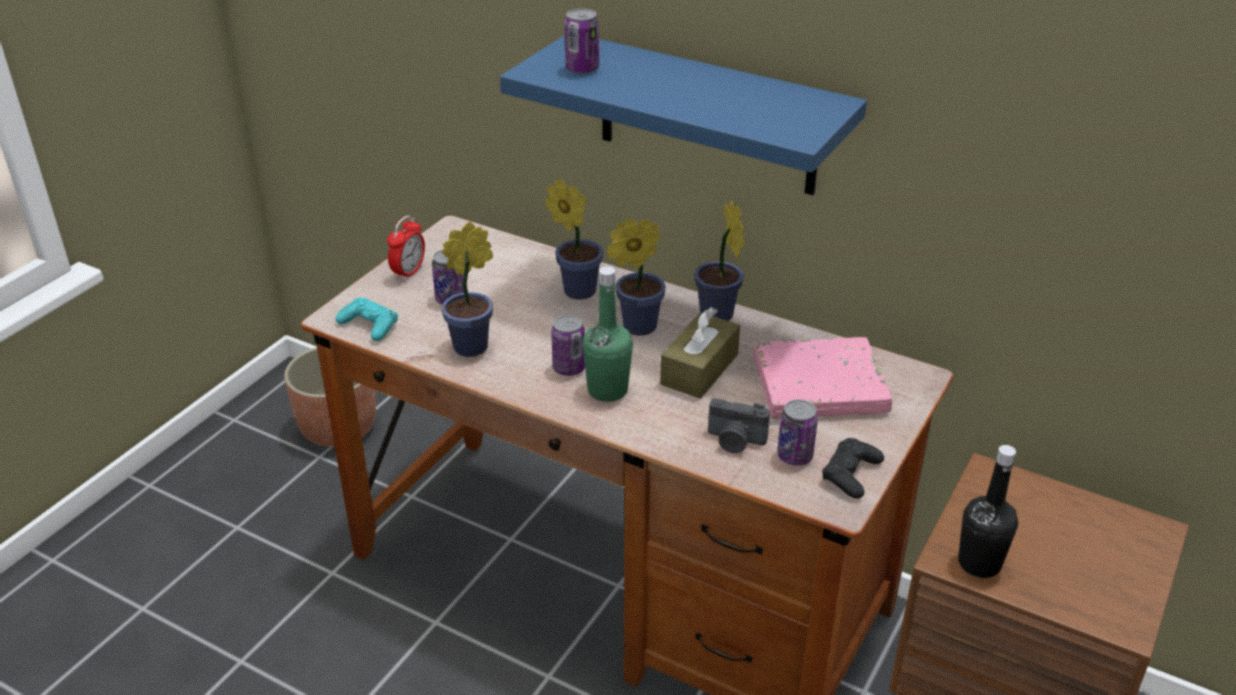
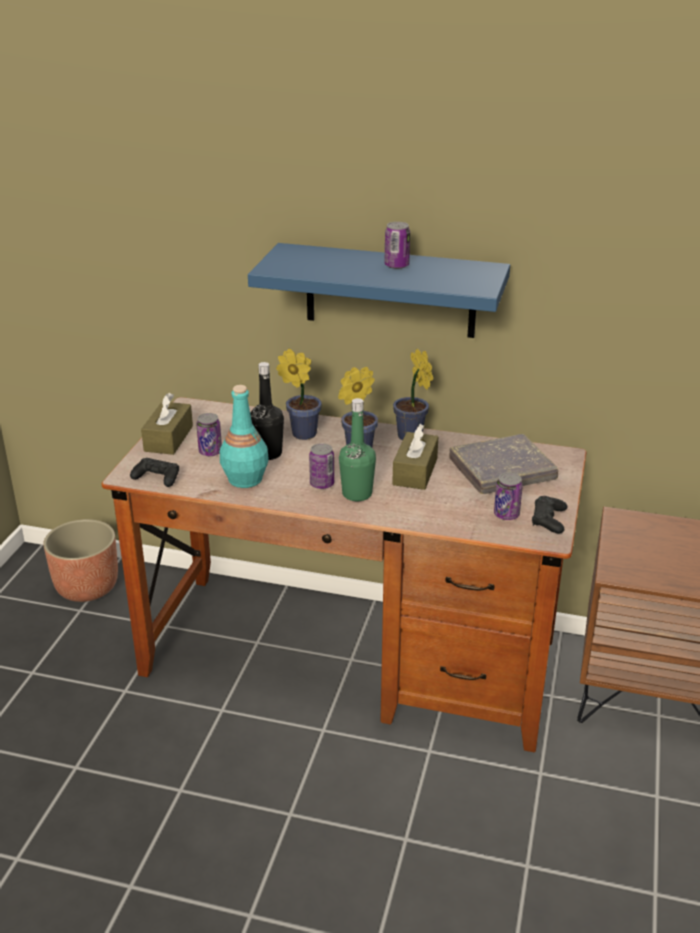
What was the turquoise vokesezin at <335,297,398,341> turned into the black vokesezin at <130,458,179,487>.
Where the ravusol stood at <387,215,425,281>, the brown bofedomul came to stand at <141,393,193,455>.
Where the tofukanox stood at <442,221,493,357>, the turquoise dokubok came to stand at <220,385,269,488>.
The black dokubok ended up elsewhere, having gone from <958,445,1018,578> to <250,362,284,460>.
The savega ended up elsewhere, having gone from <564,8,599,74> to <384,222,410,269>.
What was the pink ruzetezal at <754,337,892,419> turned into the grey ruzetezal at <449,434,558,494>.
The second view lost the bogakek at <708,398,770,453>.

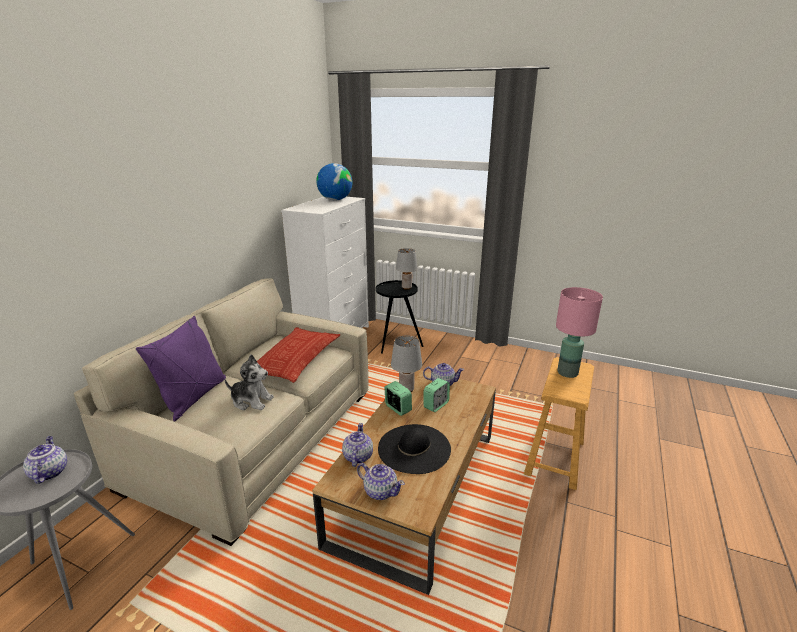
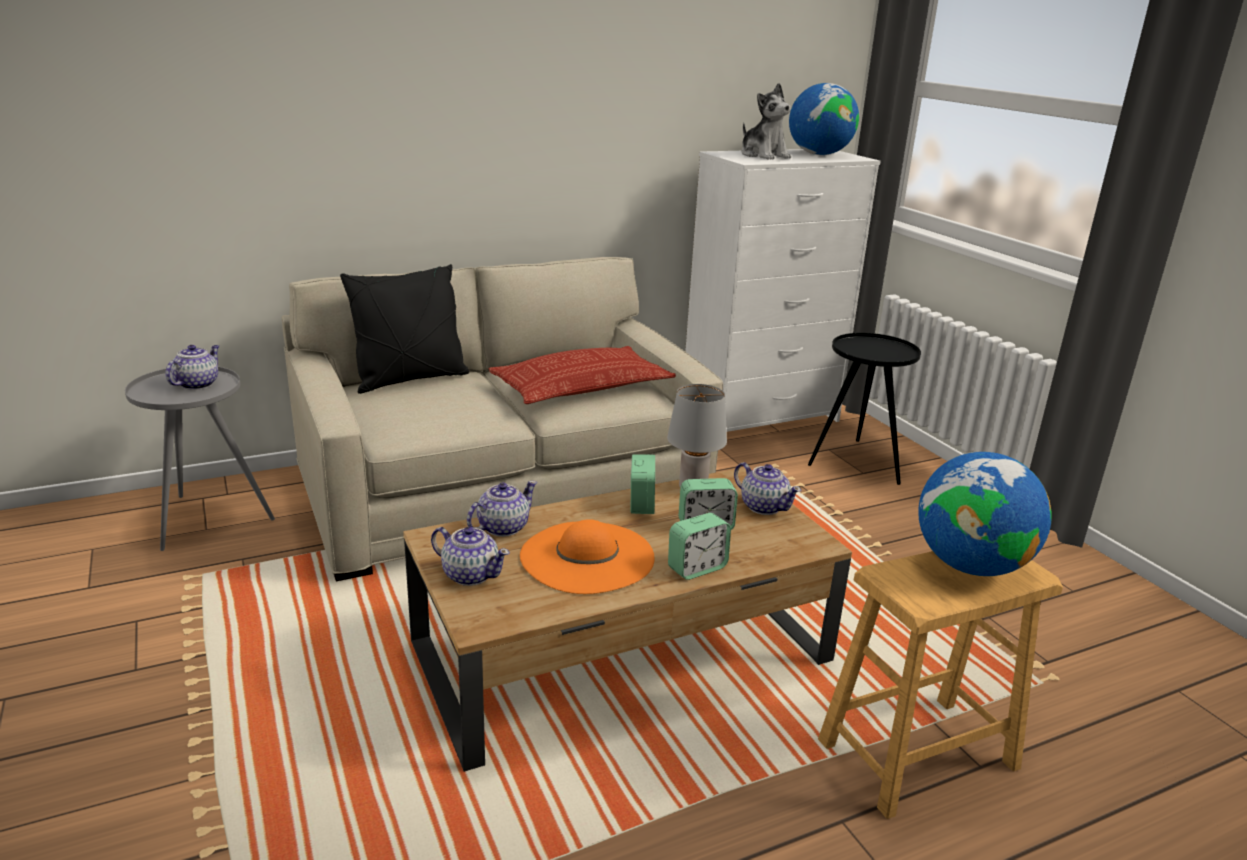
What was the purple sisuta at <136,316,226,422> turned into the black sisuta at <340,264,469,394>.
The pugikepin at <357,463,405,500> ended up facing another way, 45 degrees counterclockwise from before.
What was the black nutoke at <378,424,451,474> turned into the orange nutoke at <520,519,655,594>.
The second view gained the ravusol at <668,513,731,580>.
The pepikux ended up elsewhere, having gone from <225,354,274,410> to <742,83,791,160>.
Where the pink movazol stood at <556,287,603,378>, the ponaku came to stand at <918,452,1052,576>.
The second view lost the grey movazol at <396,248,418,290>.

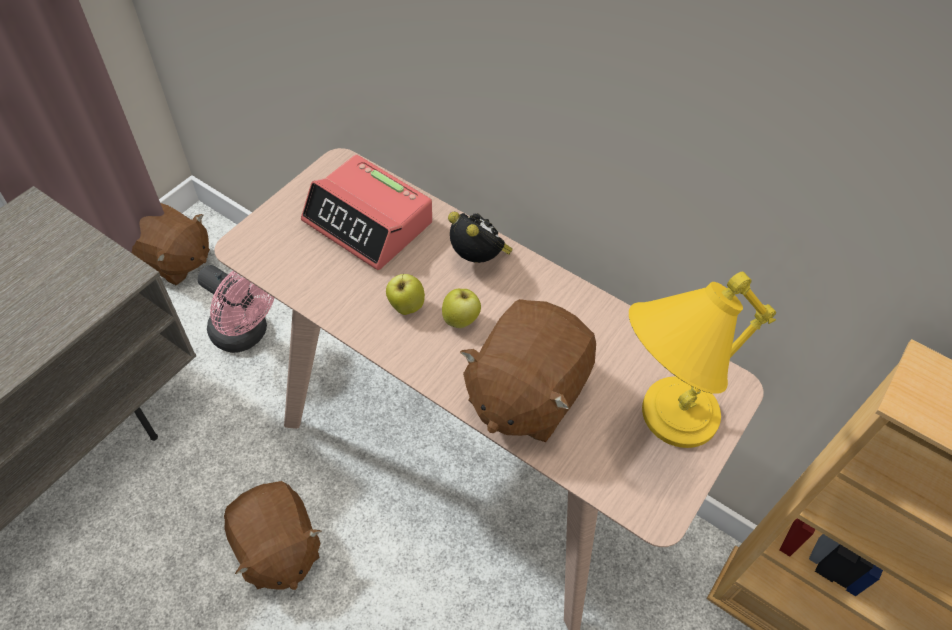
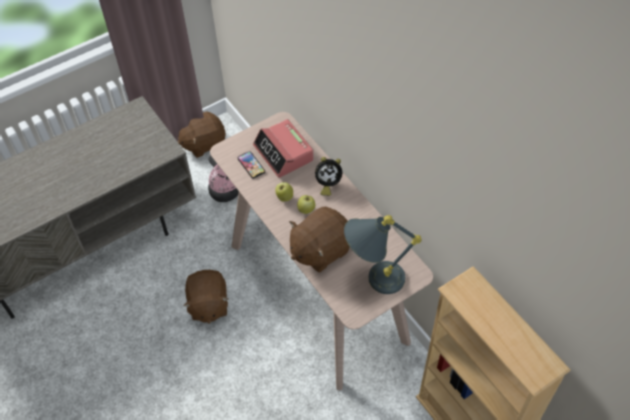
The brown pepikux at <132,203,210,285> ended up facing another way, 105 degrees clockwise from before.
The second view gained the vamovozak at <238,151,265,179>.
The ravusol at <448,212,513,263> ended up facing another way, 105 degrees clockwise from before.
What was the yellow movazol at <629,272,776,448> turned into the grey movazol at <344,215,422,294>.

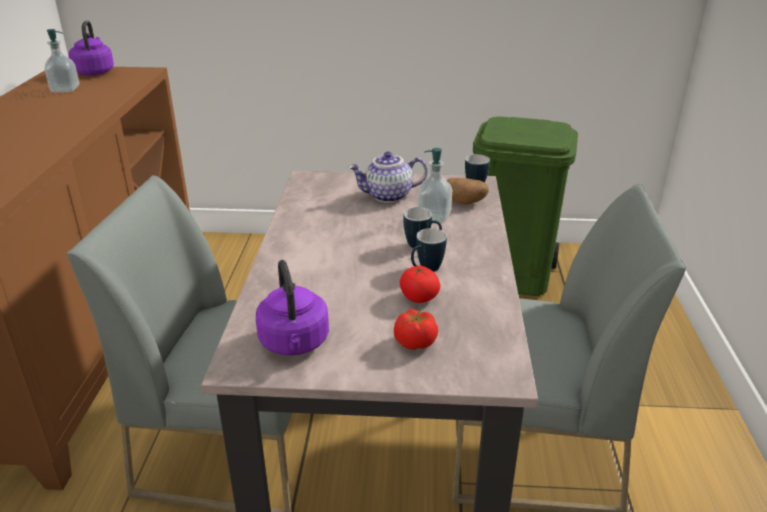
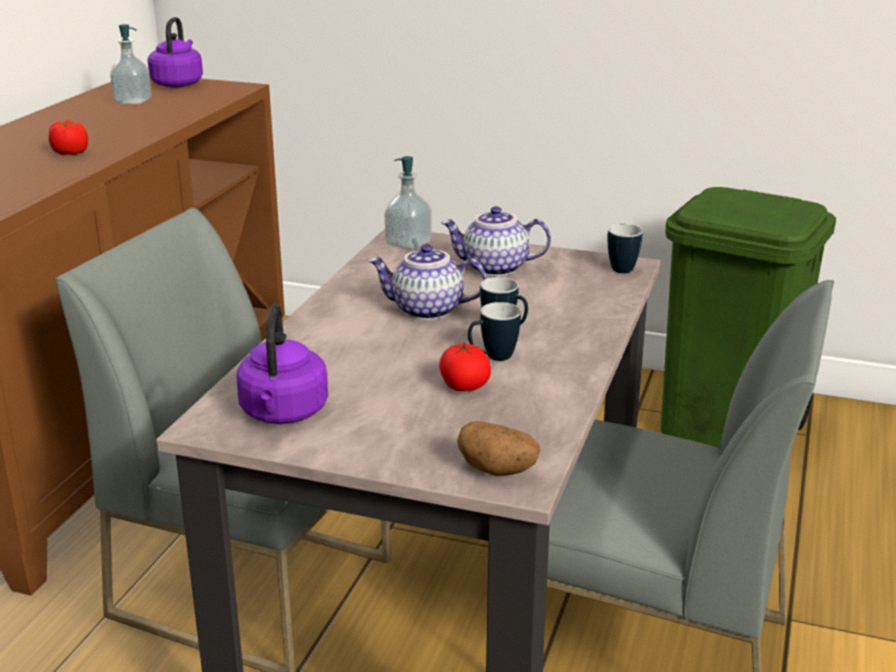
The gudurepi ended up elsewhere, having gone from <394,309,438,350> to <49,120,88,155>.
The second view gained the pugikepin at <368,244,487,320>.
The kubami ended up elsewhere, having gone from <417,148,452,223> to <385,156,432,250>.
The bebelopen ended up elsewhere, having gone from <447,178,489,205> to <457,421,541,476>.

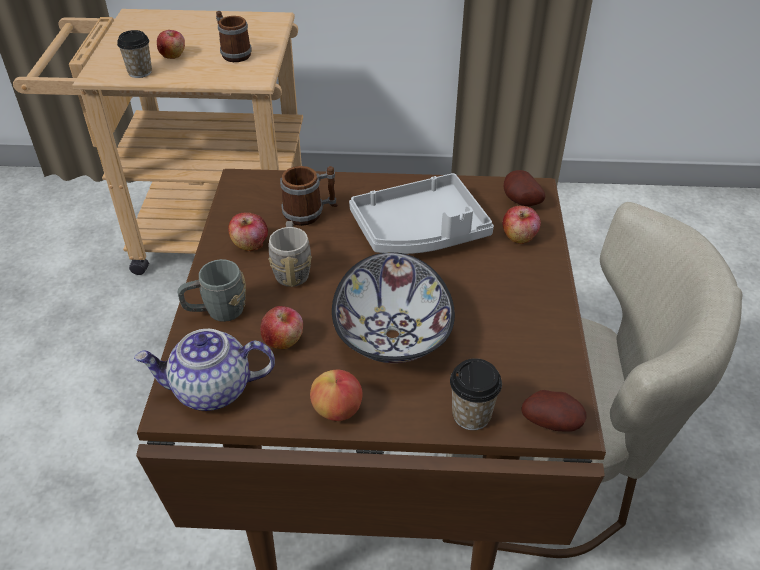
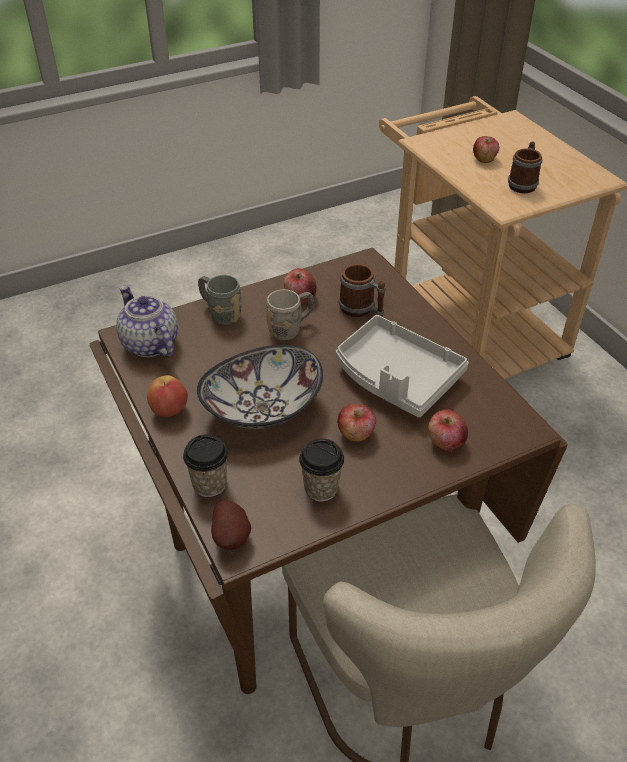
The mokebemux ended up elsewhere, having gone from <117,30,152,78> to <299,439,344,501>.
The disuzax ended up elsewhere, having gone from <260,306,303,349> to <337,403,376,442>.
The second view lost the bebelopen at <504,170,545,206>.

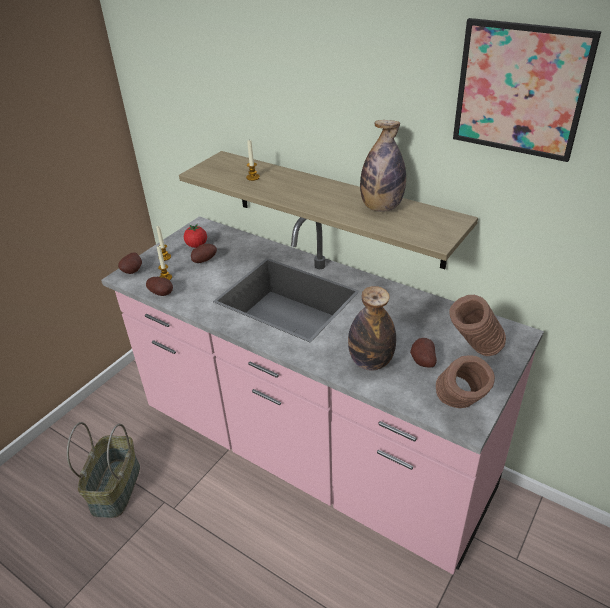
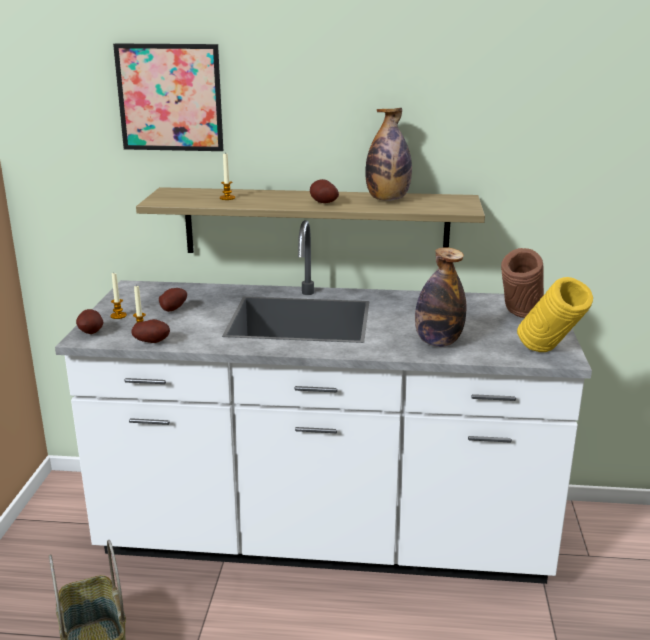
What was the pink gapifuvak at <101,216,544,574> turned into the white gapifuvak at <55,220,592,584>.
The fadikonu ended up elsewhere, having gone from <453,18,601,162> to <113,43,223,151>.
The bebelopen ended up elsewhere, having gone from <410,338,437,367> to <310,179,339,203>.
What was the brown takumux at <436,355,495,408> turned into the yellow takumux at <517,277,593,352>.
The second view lost the gudurepi at <184,224,207,248>.

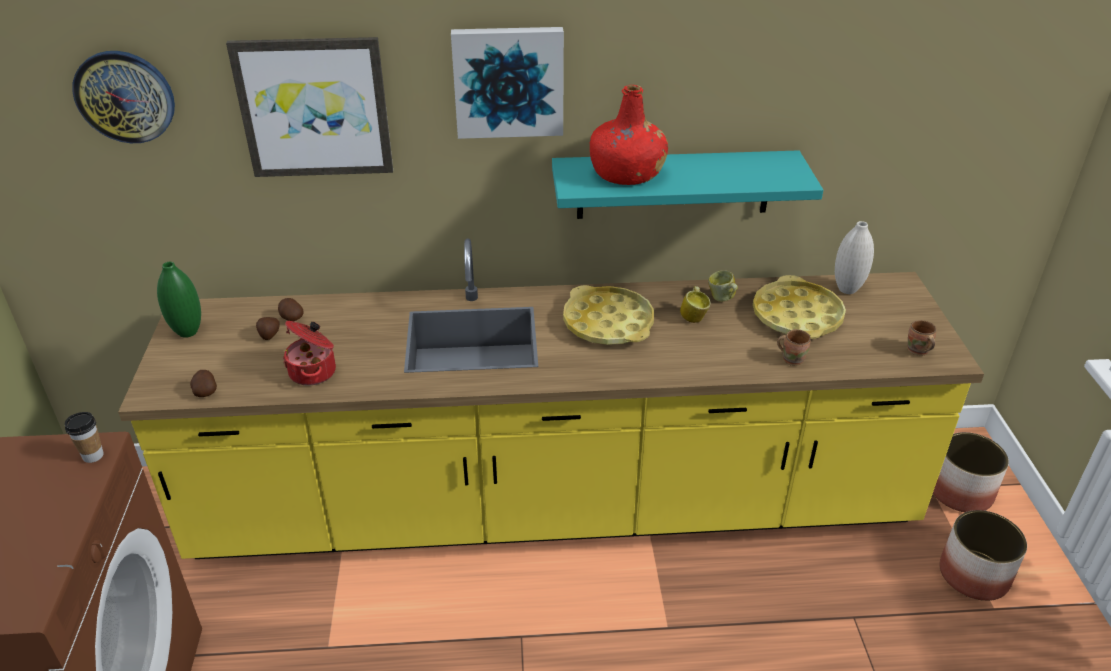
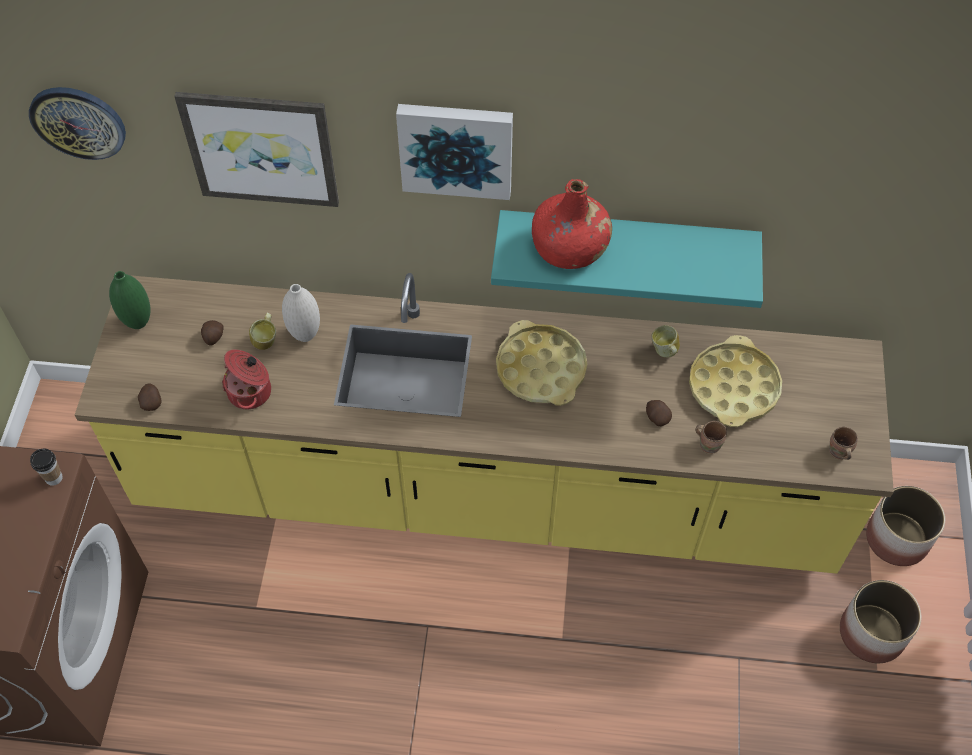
The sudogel ended up elsewhere, having gone from <680,286,710,323> to <249,313,276,350>.
The white takumux ended up elsewhere, having gone from <835,221,874,294> to <282,284,320,342>.
The bebelopen ended up elsewhere, having gone from <278,298,304,321> to <646,400,672,426>.

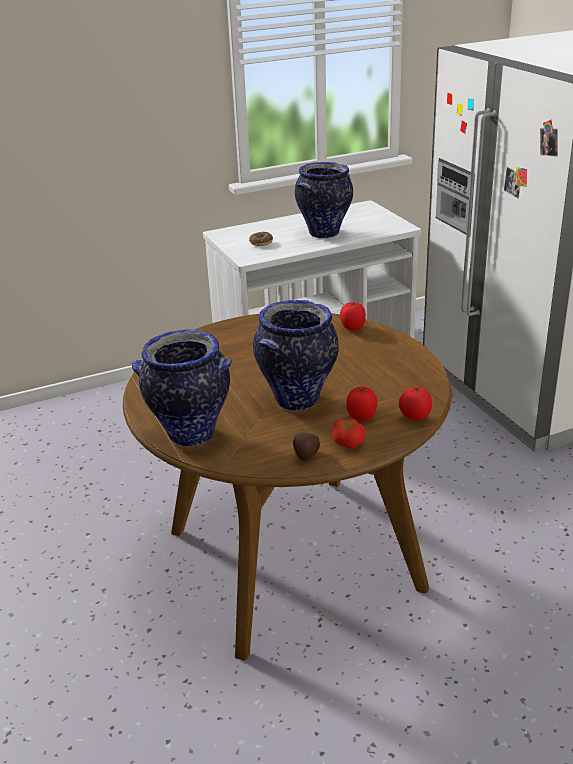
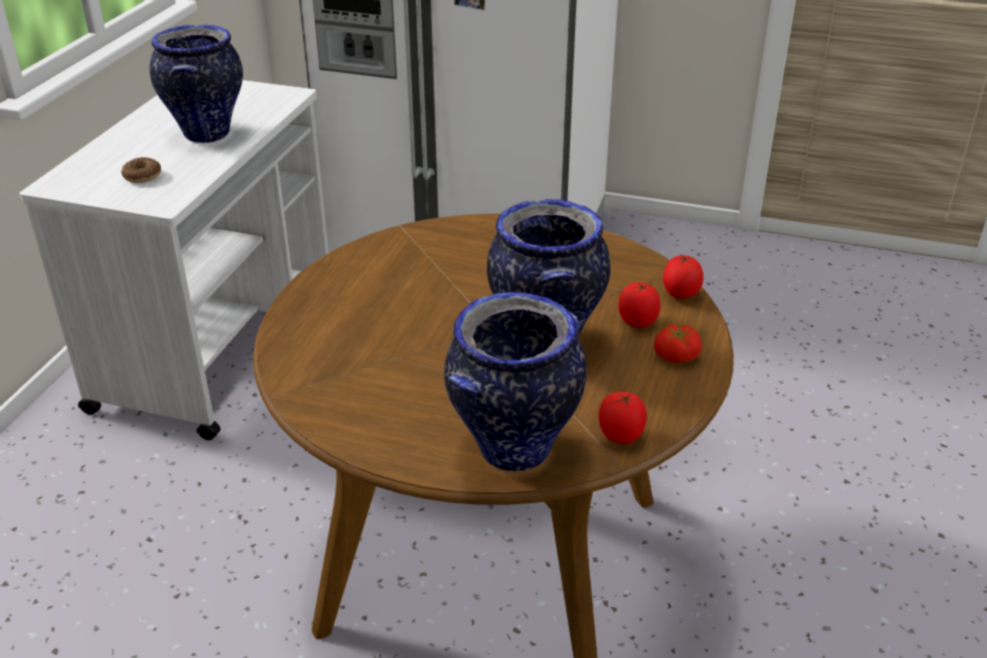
The gudurepi ended up elsewhere, having gone from <340,302,366,330> to <598,392,647,445>.
The second view lost the bebelopen at <293,433,320,461>.

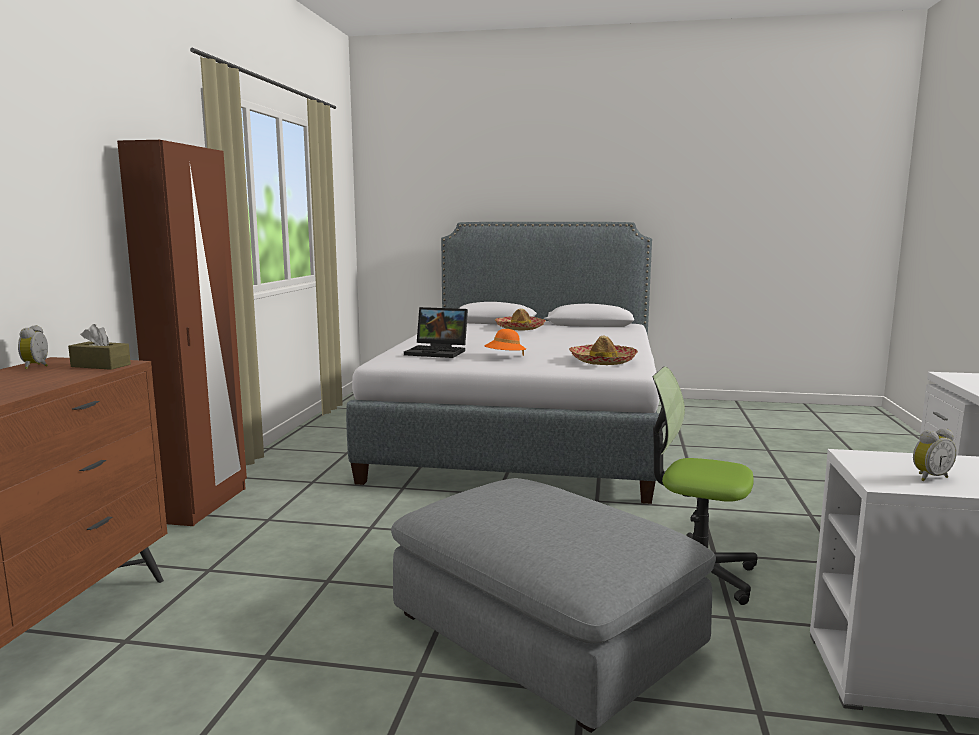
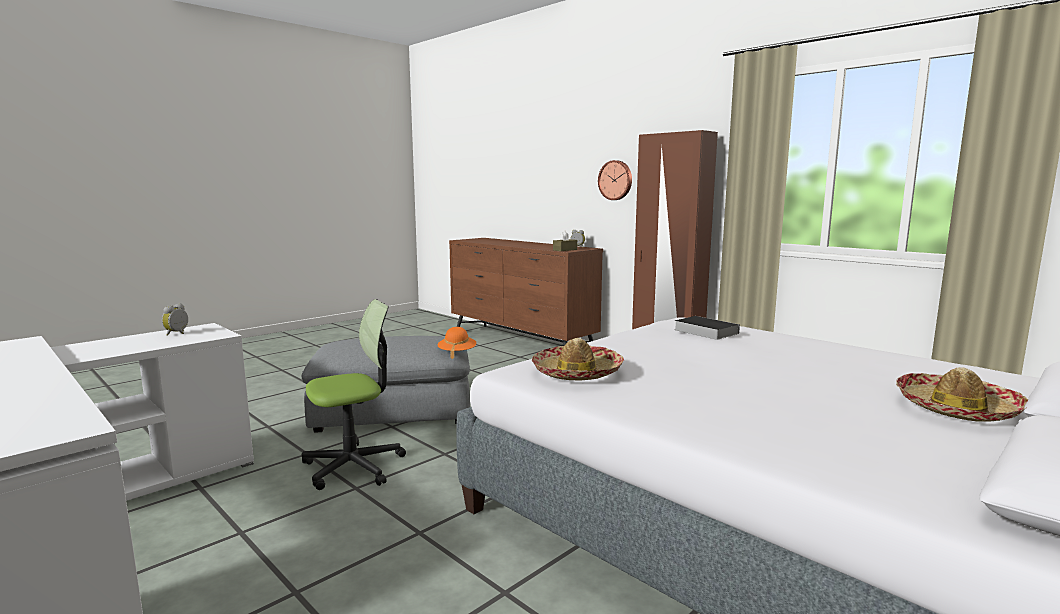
The orange nutoke ended up elsewhere, having gone from <484,329,526,356> to <438,327,477,359>.
The second view gained the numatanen at <598,160,632,200>.
Where the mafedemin stood at <404,307,468,358>, the ruzetezal came to stand at <674,316,740,340>.

